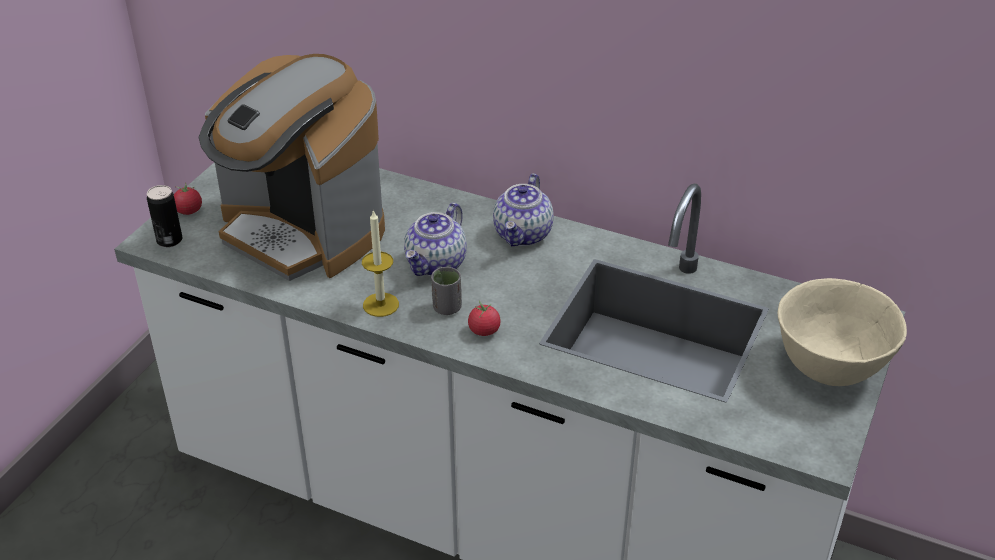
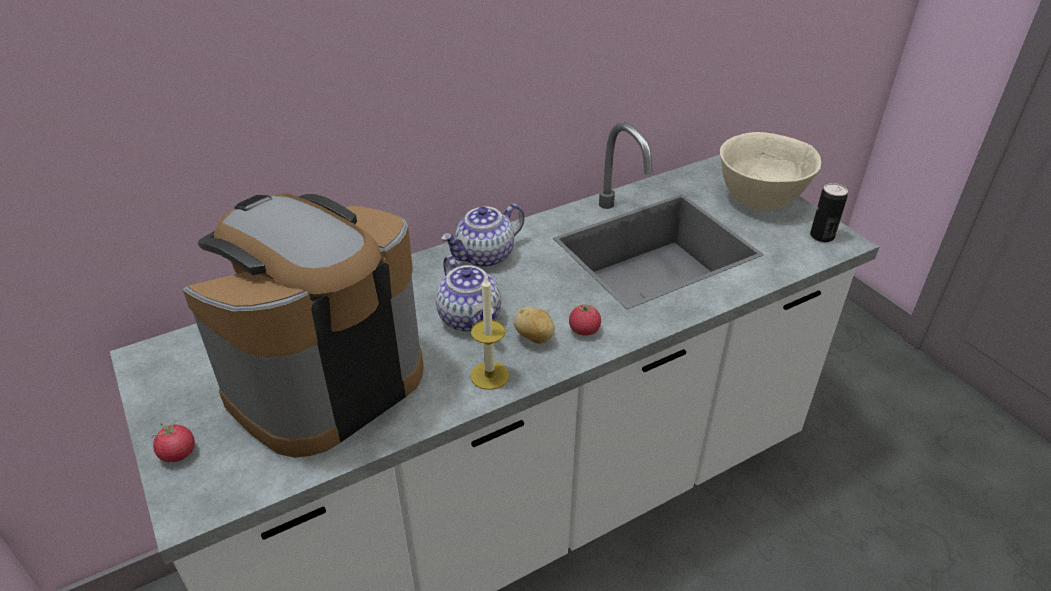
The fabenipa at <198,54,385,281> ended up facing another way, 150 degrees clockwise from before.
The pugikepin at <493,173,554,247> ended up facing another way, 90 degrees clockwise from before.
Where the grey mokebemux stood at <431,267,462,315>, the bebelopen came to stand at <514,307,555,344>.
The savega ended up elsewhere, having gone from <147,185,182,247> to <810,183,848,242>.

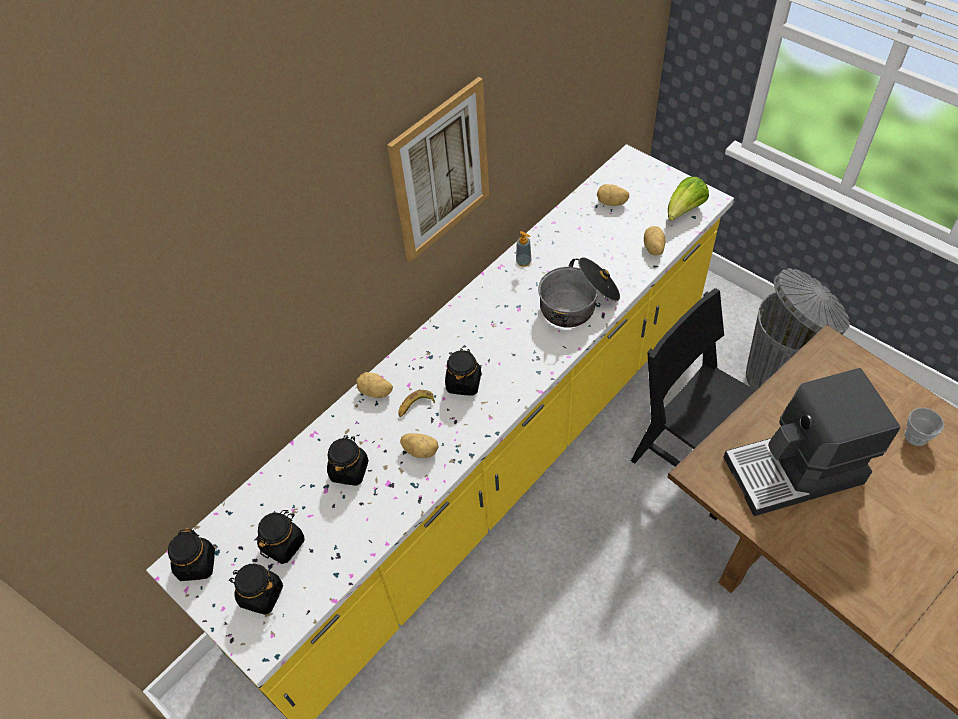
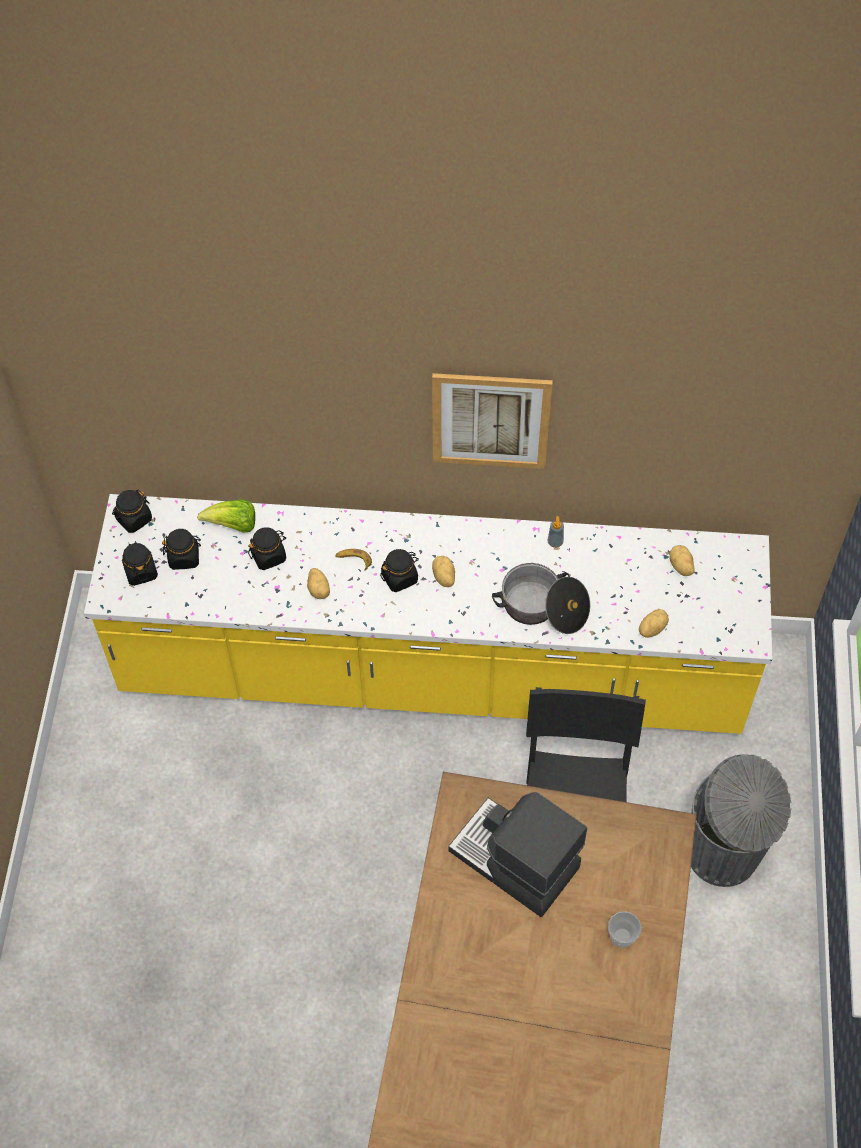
The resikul ended up elsewhere, having gone from <668,177,709,221> to <197,500,255,533>.
The bebelopen ended up elsewhere, having gone from <356,372,393,398> to <432,556,455,587>.

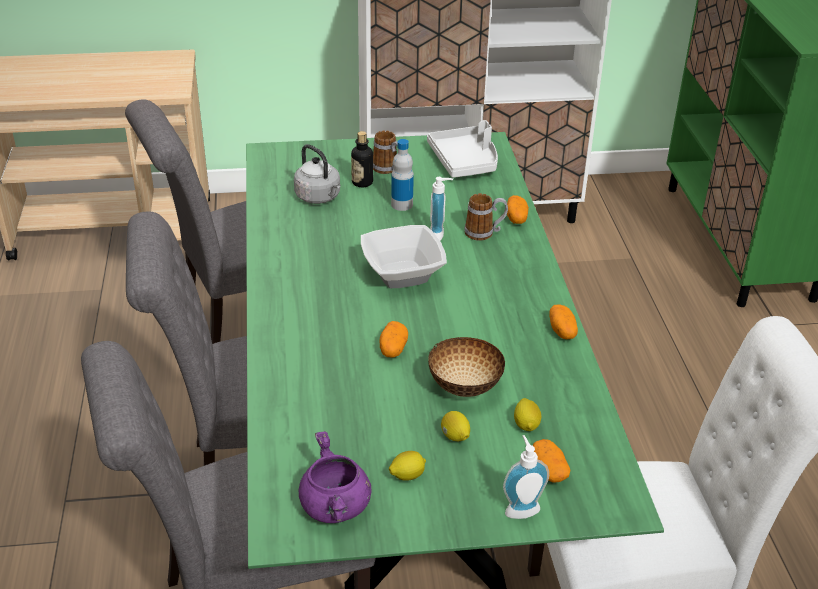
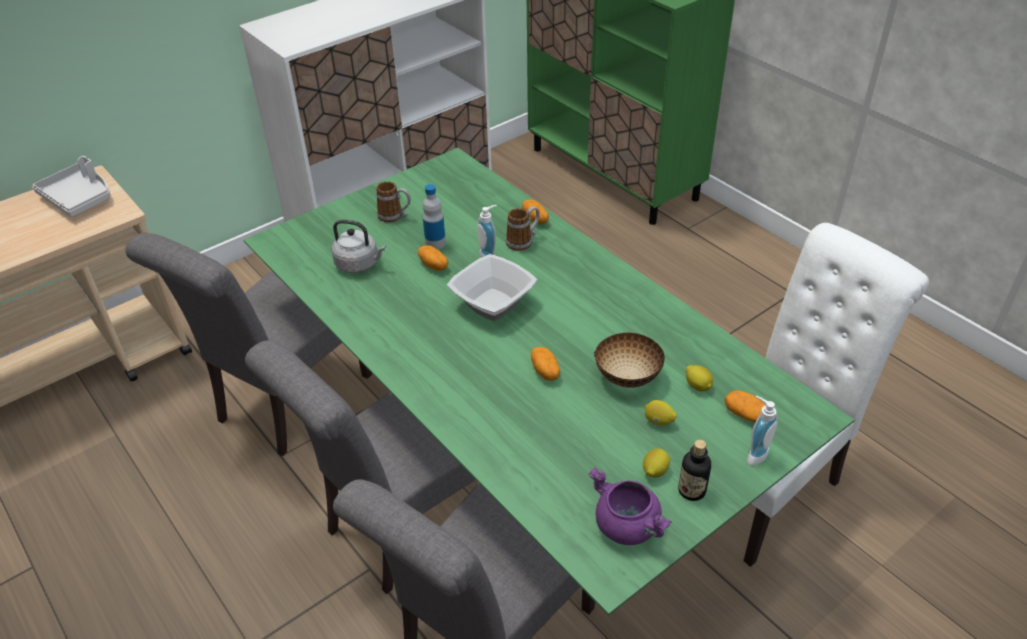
The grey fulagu ended up elsewhere, having gone from <427,120,498,178> to <33,156,110,217>.
The bebelopen ended up elsewhere, having gone from <549,304,578,339> to <418,245,448,271>.
The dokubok ended up elsewhere, having gone from <351,131,373,187> to <678,440,711,501>.

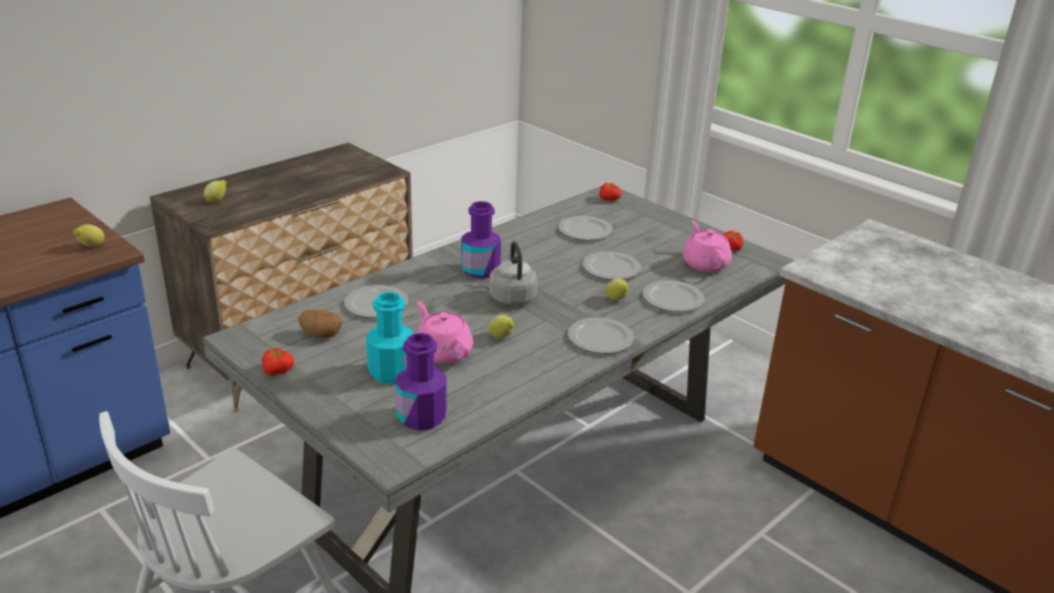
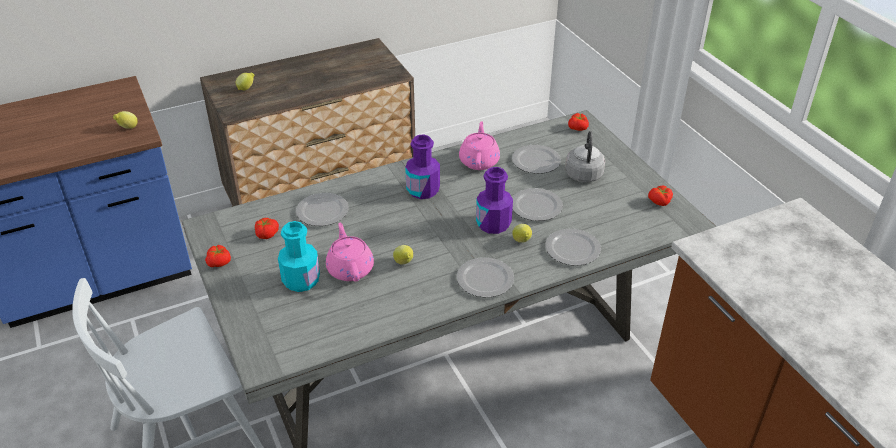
Where the bebelopen stood at <298,310,342,338>, the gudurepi came to stand at <255,218,279,239>.
The pink pugikepin ended up elsewhere, having gone from <683,220,732,272> to <459,121,500,170>.
The purple dokubok ended up elsewhere, having gone from <395,333,447,431> to <476,167,513,234>.
The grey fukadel ended up elsewhere, having gone from <489,241,538,306> to <565,131,605,182>.

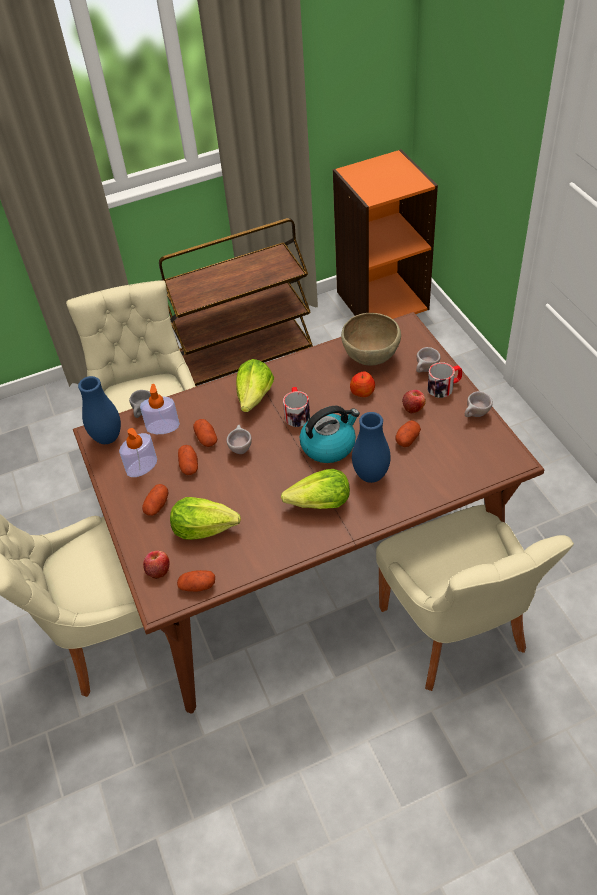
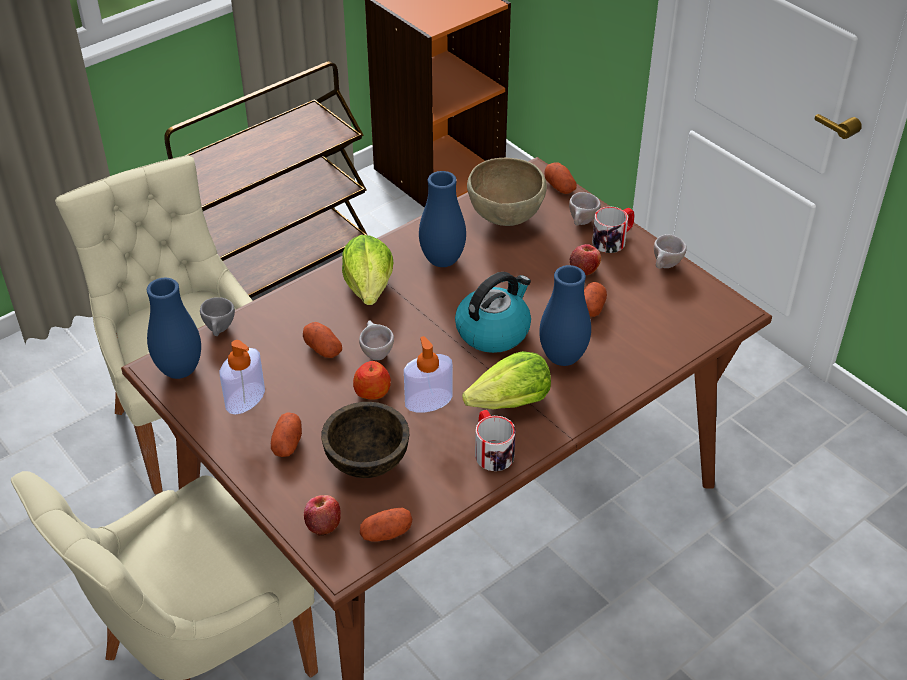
Where the resikul stood at <170,497,241,540>, the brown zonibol came to stand at <321,402,409,478>.
The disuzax ended up elsewhere, having gone from <350,371,375,397> to <353,361,391,400>.
The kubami ended up elsewhere, having gone from <140,384,180,434> to <404,336,452,412>.
The second view gained the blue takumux at <419,171,466,267>.
The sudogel ended up elsewhere, having gone from <283,387,310,427> to <475,410,516,471>.
The bebelopen ended up elsewhere, having gone from <178,445,198,475> to <544,162,577,194>.
The second view lost the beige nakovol at <376,505,574,691>.

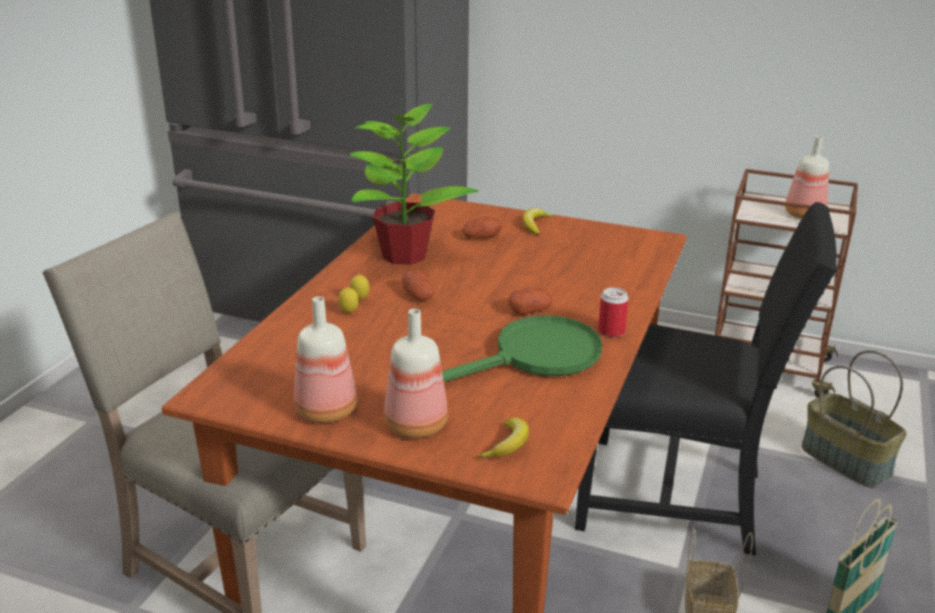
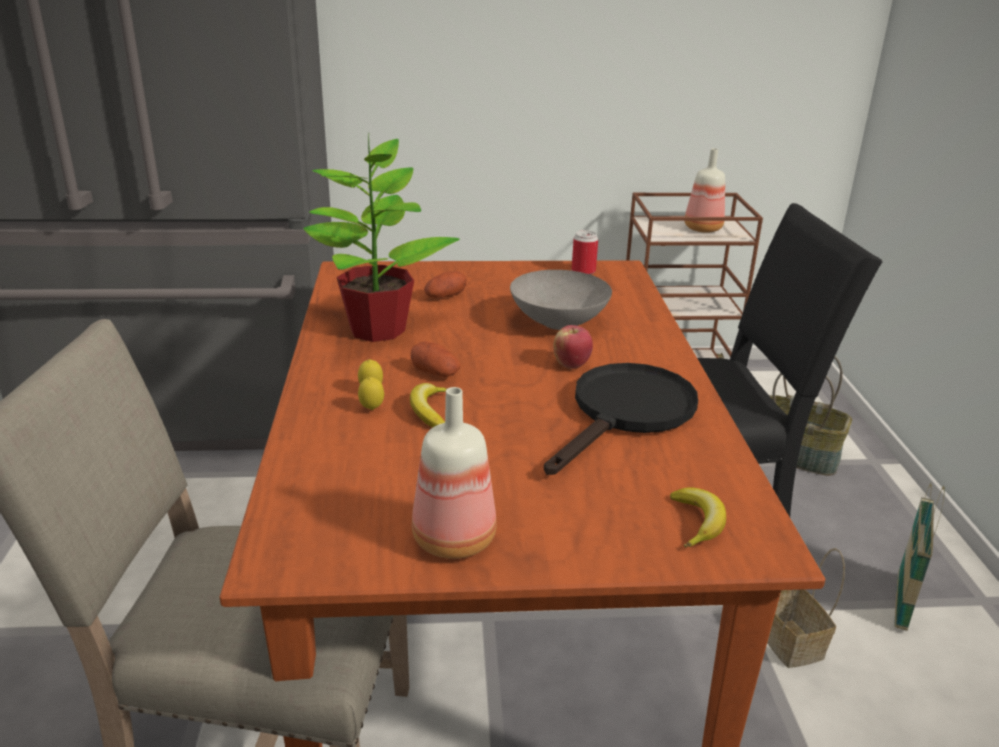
The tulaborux ended up elsewhere, having gone from <523,208,555,235> to <410,383,448,427>.
The second view gained the grey zonibol at <510,270,612,330>.
What was the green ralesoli at <442,315,602,382> turned into the black ralesoli at <544,363,698,475>.
Where the bebelopen stood at <509,287,552,315>, the disuzax came to stand at <553,325,593,369>.
The savega ended up elsewhere, having gone from <598,287,629,338> to <572,230,598,275>.
The second view lost the dokubok at <384,309,448,438>.

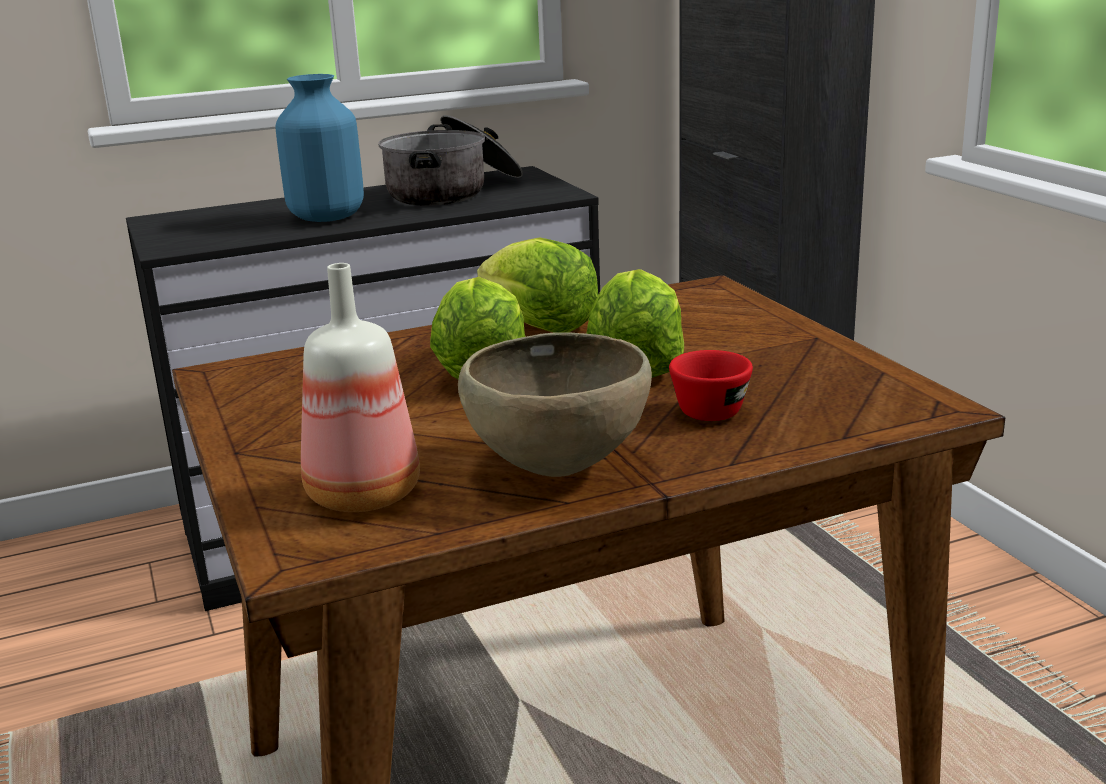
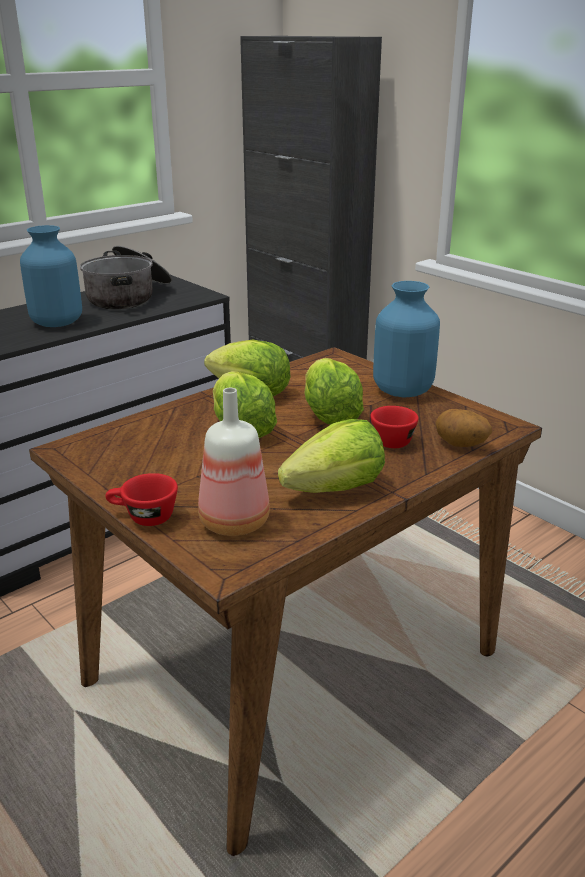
The second view gained the red mokebemux at <105,473,178,526>.
Where the brown zonibol stood at <458,332,652,477>, the resikul came to stand at <278,419,385,493>.
The second view gained the blue takumux at <373,281,440,397>.
The second view gained the bebelopen at <435,409,492,447>.

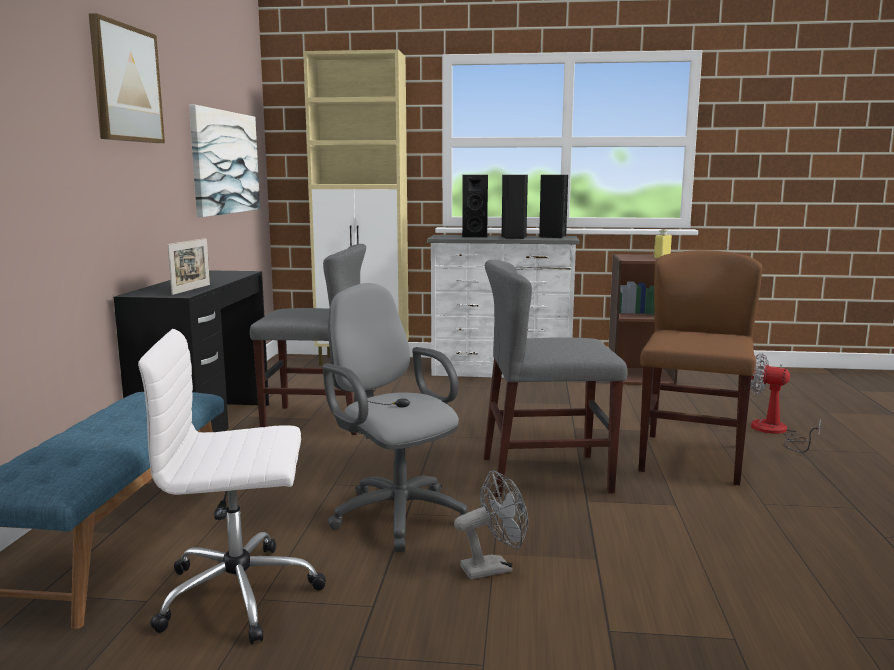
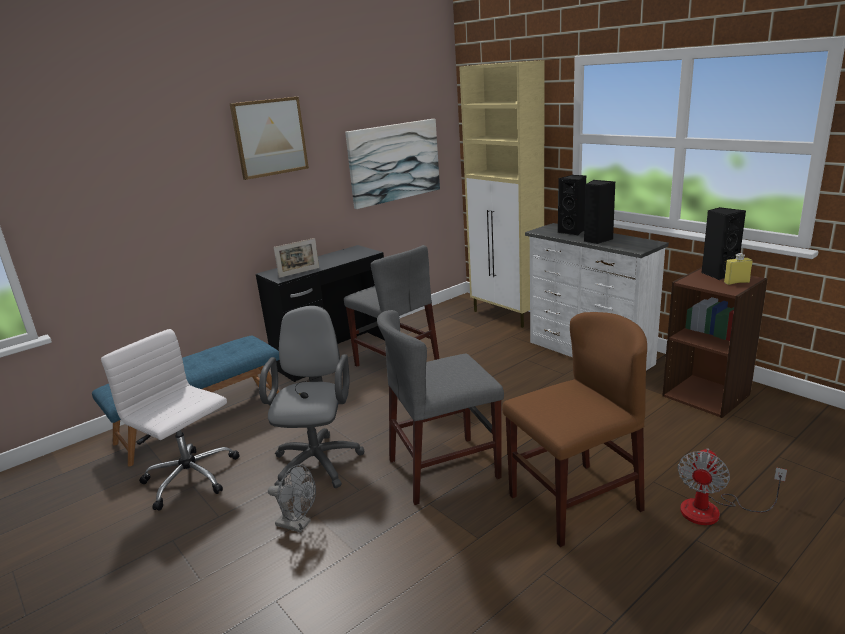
The grey nakovol at <483,260,627,497> ended up facing another way, 60 degrees counterclockwise from before.
The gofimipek at <750,353,821,453> ended up facing another way, 135 degrees counterclockwise from before.
The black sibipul ended up elsewhere, having gone from <539,175,568,238> to <701,207,746,280>.

